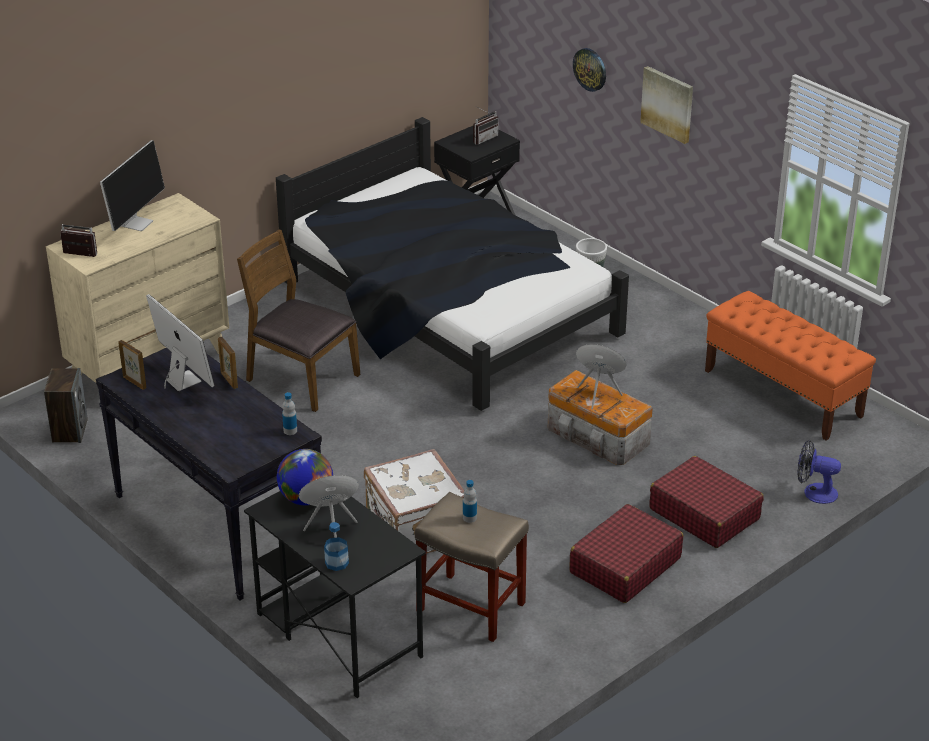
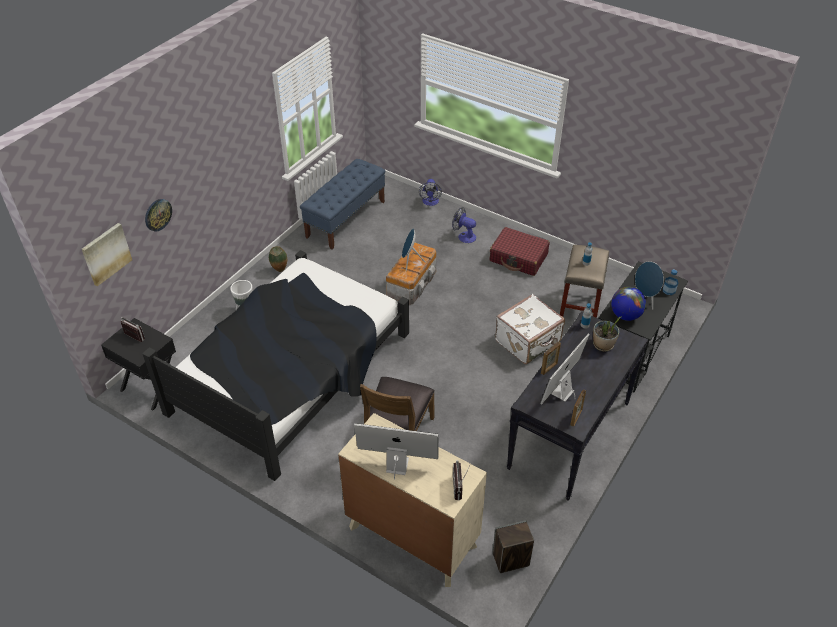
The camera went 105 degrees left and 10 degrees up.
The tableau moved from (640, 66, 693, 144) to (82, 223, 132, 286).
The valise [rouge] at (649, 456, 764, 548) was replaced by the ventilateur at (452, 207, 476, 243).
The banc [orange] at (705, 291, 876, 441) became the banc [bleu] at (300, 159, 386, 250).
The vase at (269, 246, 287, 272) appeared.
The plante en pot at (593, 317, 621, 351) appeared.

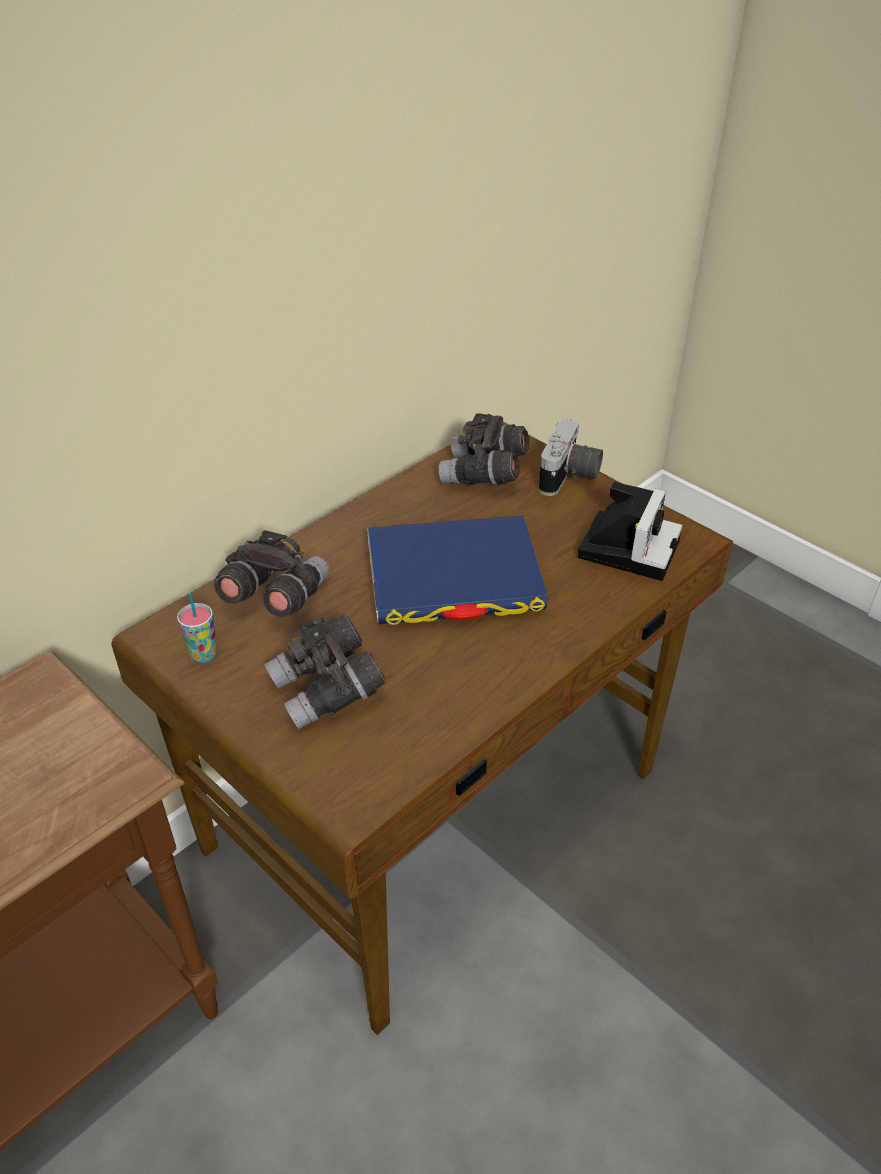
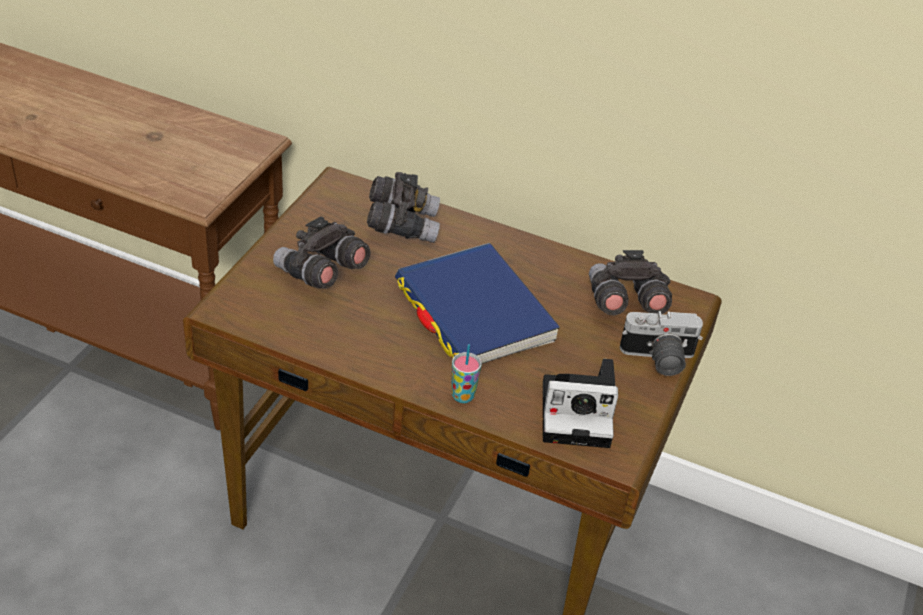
The camera went 65 degrees right and 0 degrees up.
The tasse moved from (177, 593, 217, 663) to (451, 344, 482, 403).

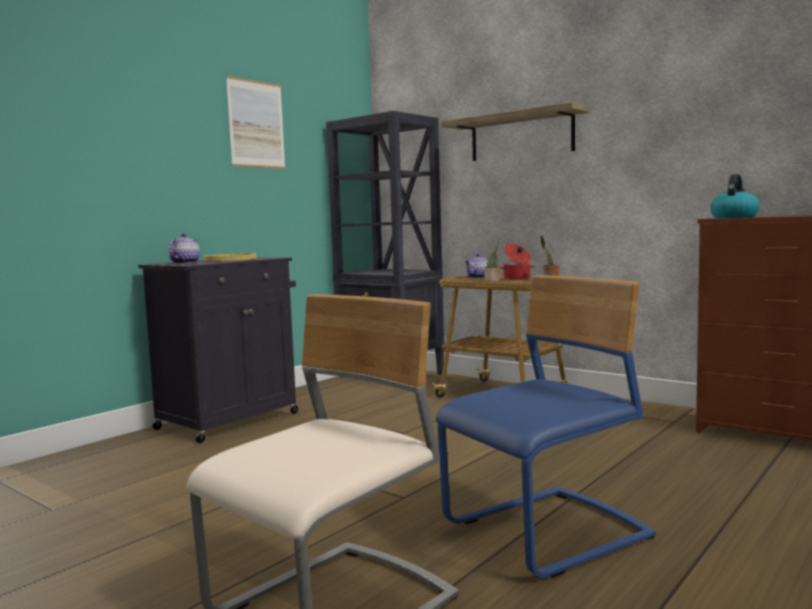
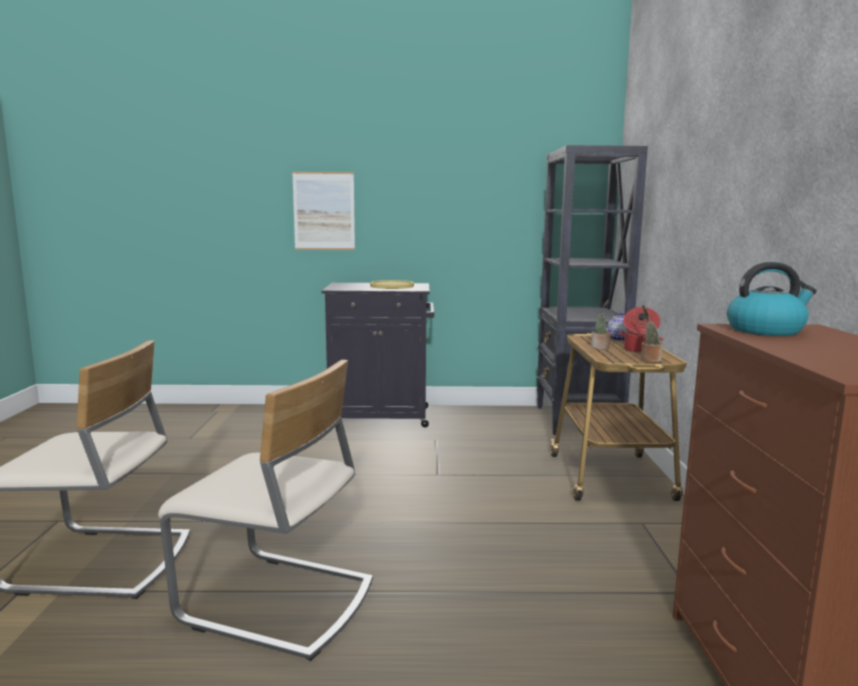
The camera went 50 degrees right and 5 degrees up.
The théière at (168, 234, 200, 264) disappeared.
The tableau moved from (226, 76, 285, 169) to (292, 172, 355, 250).
The chaise [bleu] at (436, 275, 656, 578) became the chaise [beige] at (158, 360, 373, 661).
The étagère at (441, 102, 590, 161) disappeared.

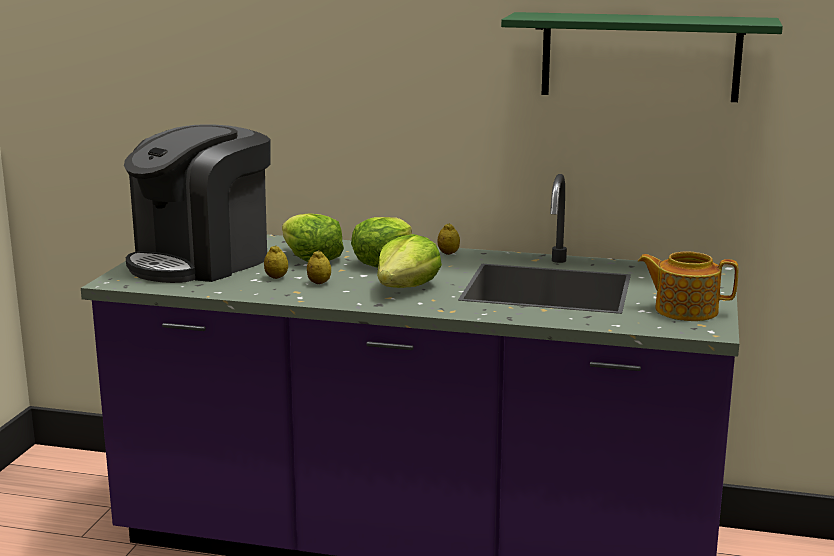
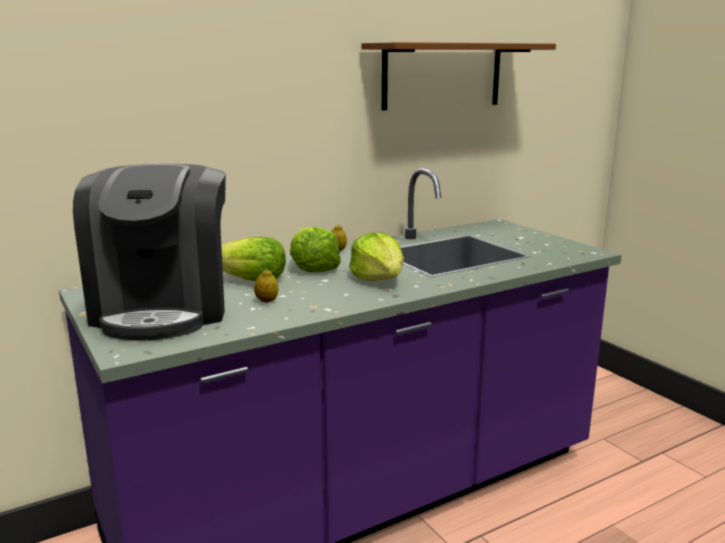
The camera went 45 degrees left and 0 degrees up.
The citron at (307, 251, 331, 284) disappeared.
The étagère [vert] at (501, 12, 783, 102) became the étagère [marron] at (361, 42, 556, 110).
The théière at (638, 251, 738, 321) disappeared.

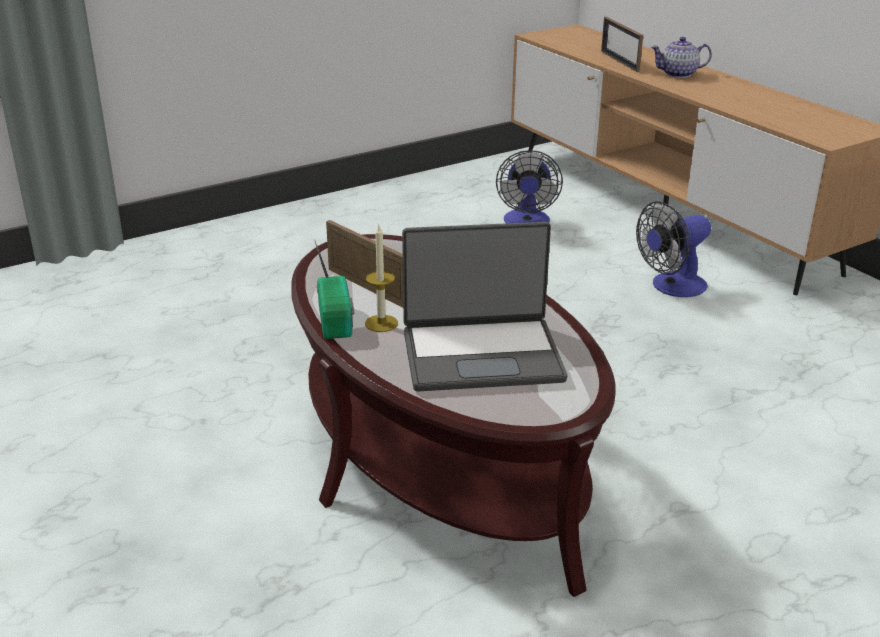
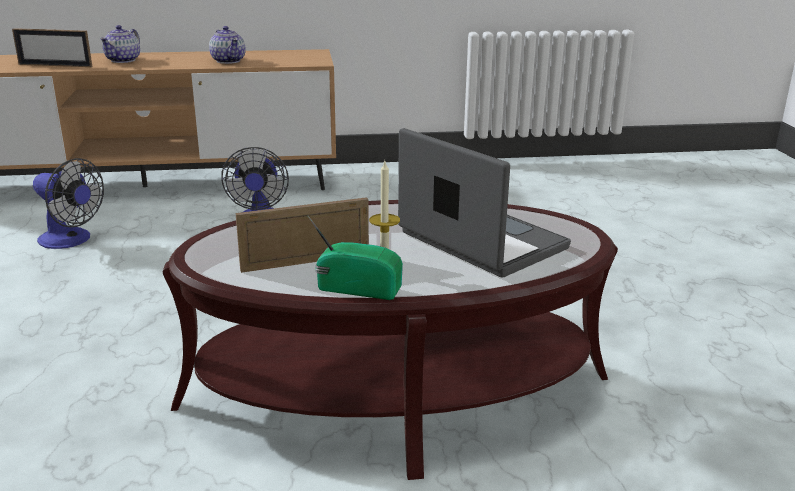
The camera went 65 degrees left and 5 degrees down.
The ordinateur portable at (402, 222, 567, 391) turned 60 degrees counterclockwise.
The théière at (209, 26, 246, 64) appeared.

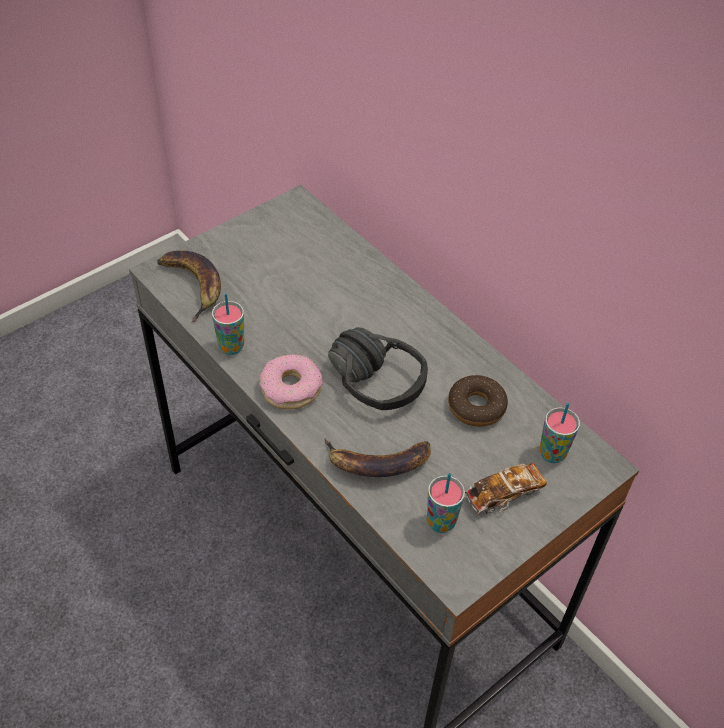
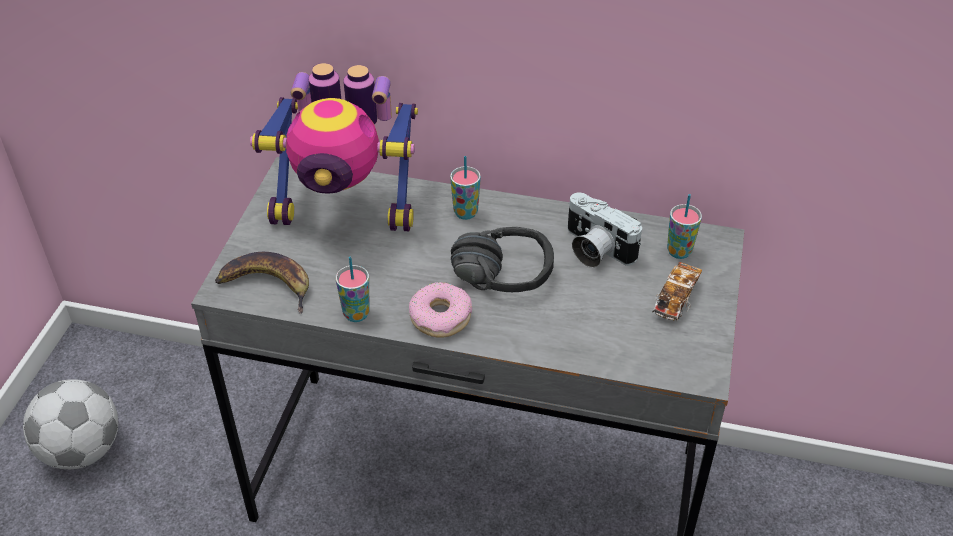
The camera went 35 degrees left and 5 degrees down.
The banane at (324, 438, 431, 477) disappeared.
The tasse moved from (427, 473, 465, 533) to (450, 156, 481, 220).
The beignet at (448, 375, 508, 427) was replaced by the appareil photo at (568, 192, 642, 268).
The ballon de foot at (23, 379, 118, 469) appeared.
The robot jouet at (250, 63, 418, 231) appeared.

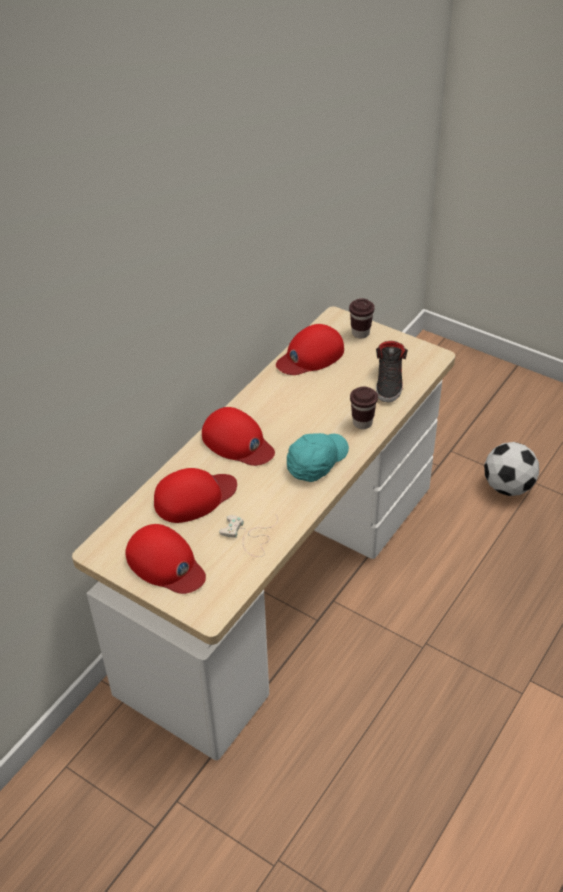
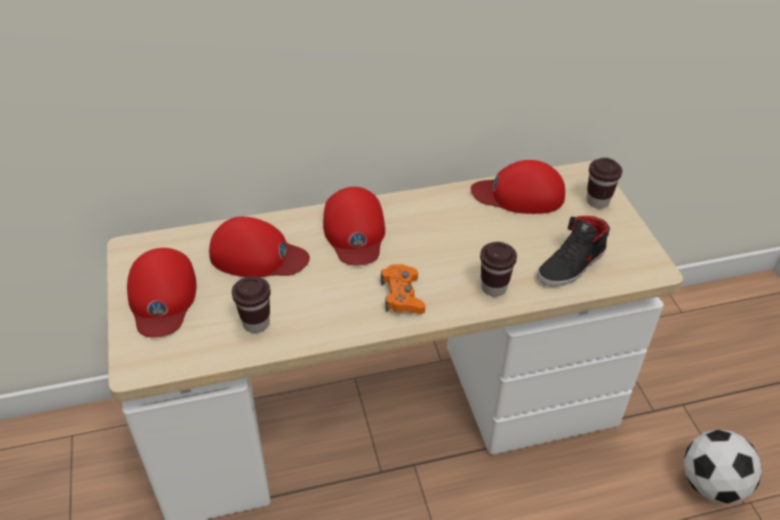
The camera went 40 degrees right and 0 degrees up.
The manette [blanc] at (219, 515, 278, 557) was replaced by the tasse [marron] at (232, 276, 271, 333).
The casquette [turquoise] at (287, 433, 349, 482) was replaced by the manette [orange] at (381, 264, 425, 314).

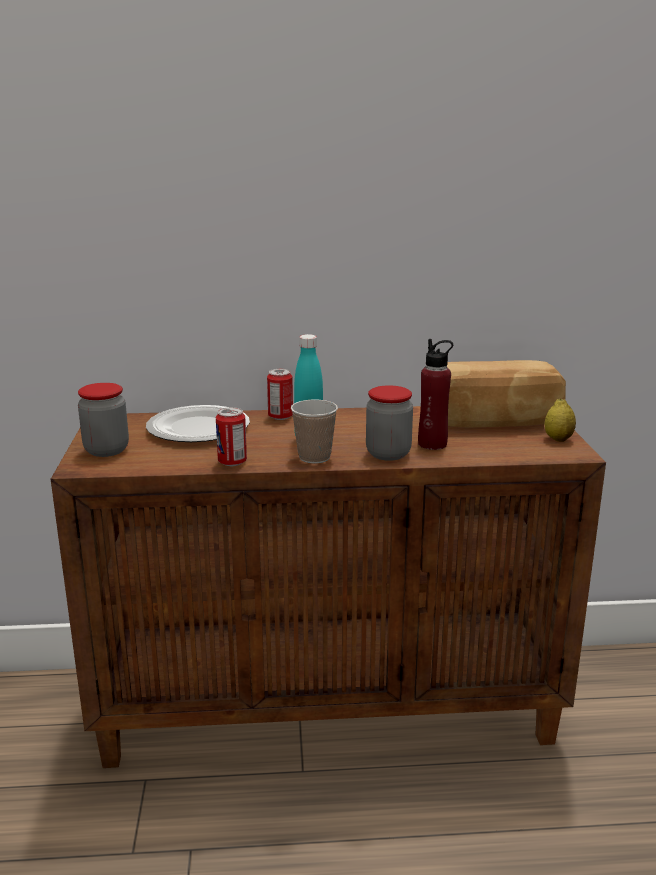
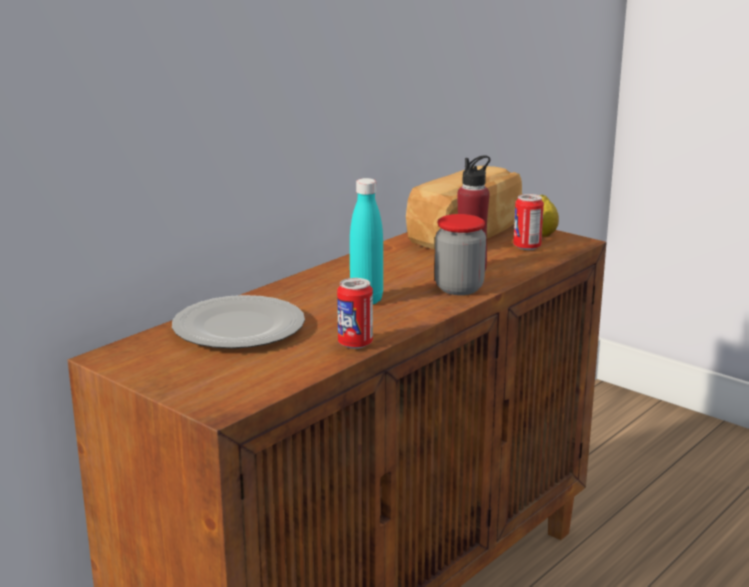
The camera went 45 degrees left and 0 degrees up.
The bocal at (78, 383, 129, 457) disappeared.
The boîte métallique moved from (267, 369, 293, 420) to (513, 194, 544, 250).
The tasse at (291, 400, 338, 463) disappeared.

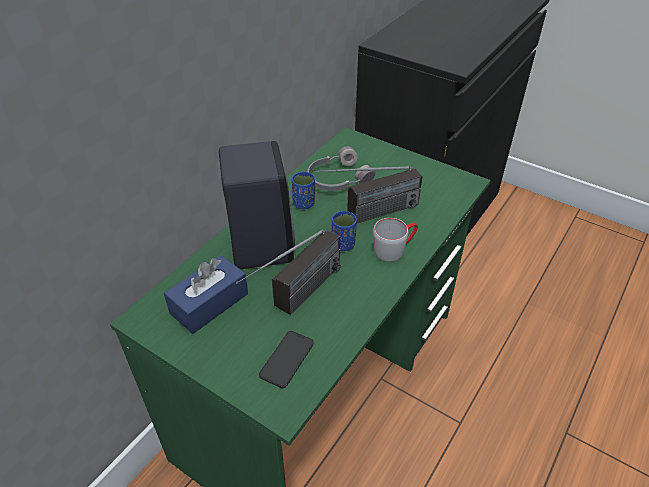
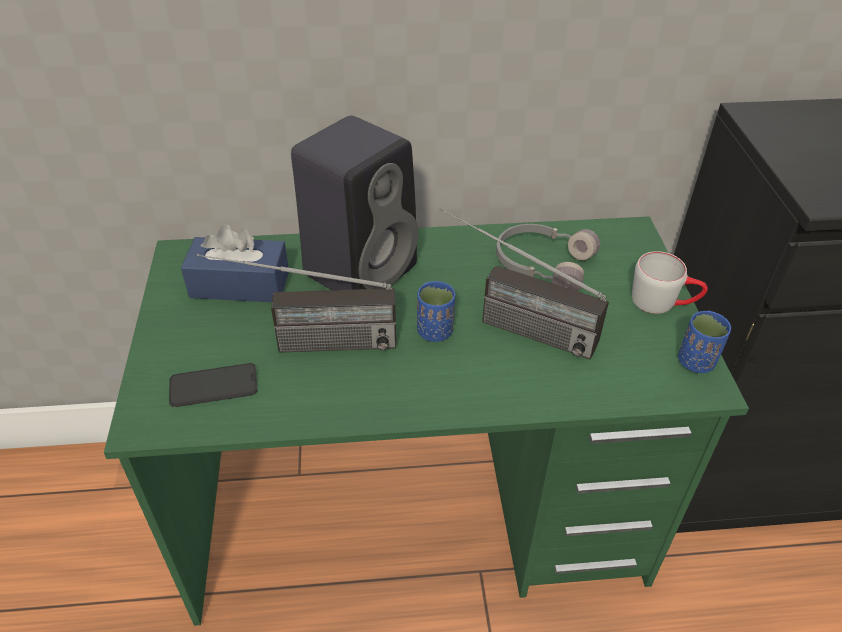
The camera went 50 degrees right and 0 degrees up.
The tasse [bleu] moved from (292, 172, 315, 209) to (678, 311, 731, 373).
The mug [gris] moved from (373, 218, 418, 262) to (632, 251, 708, 314).

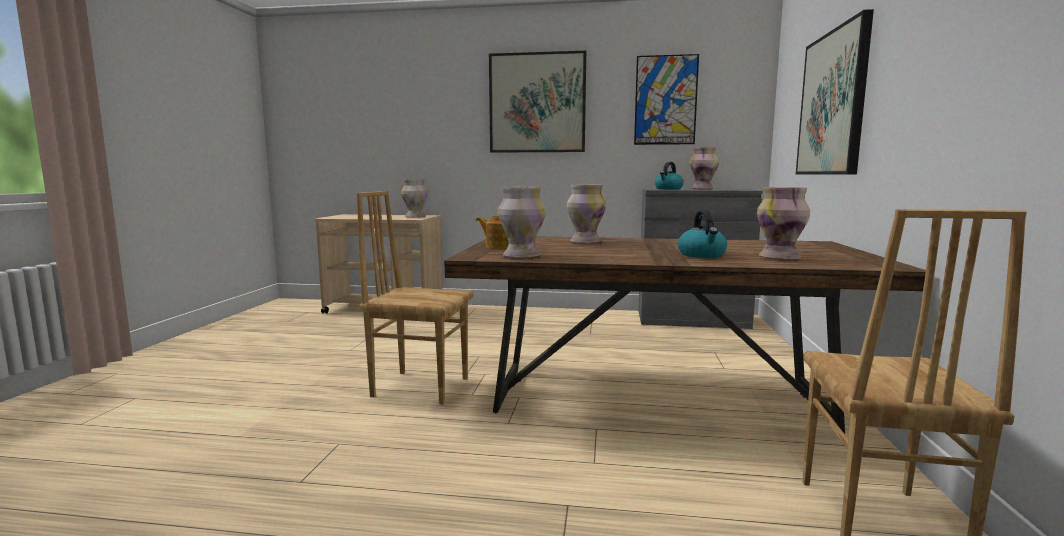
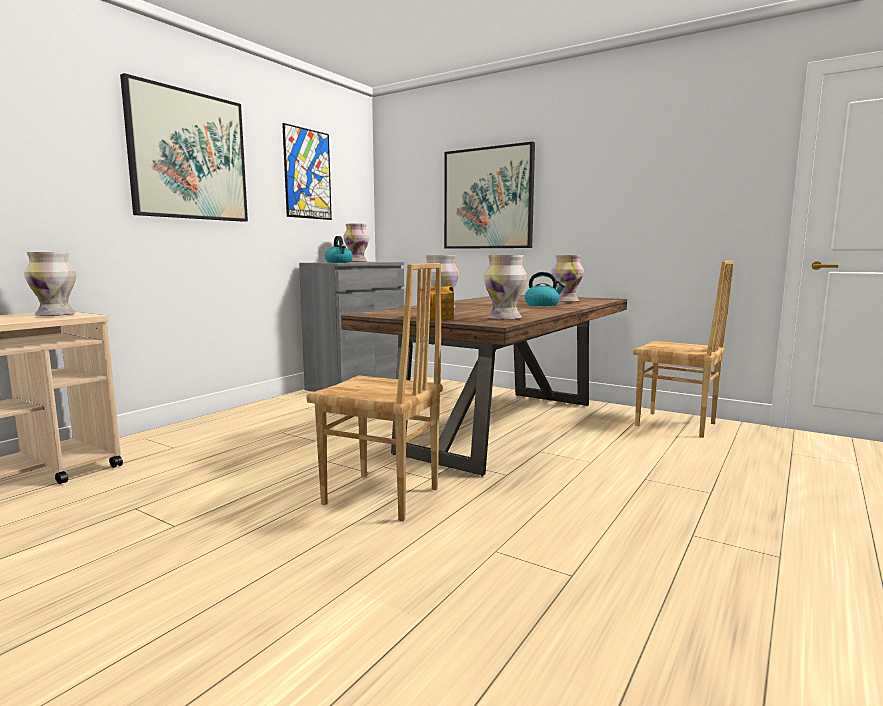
The camera went 65 degrees left and 0 degrees up.
The chaise [marron] at (357, 191, 473, 404) turned 105 degrees counterclockwise.

